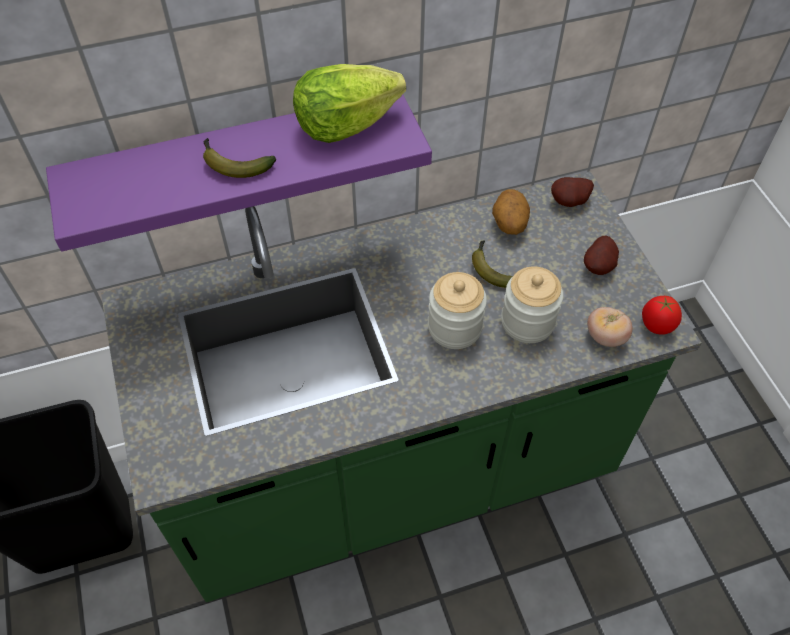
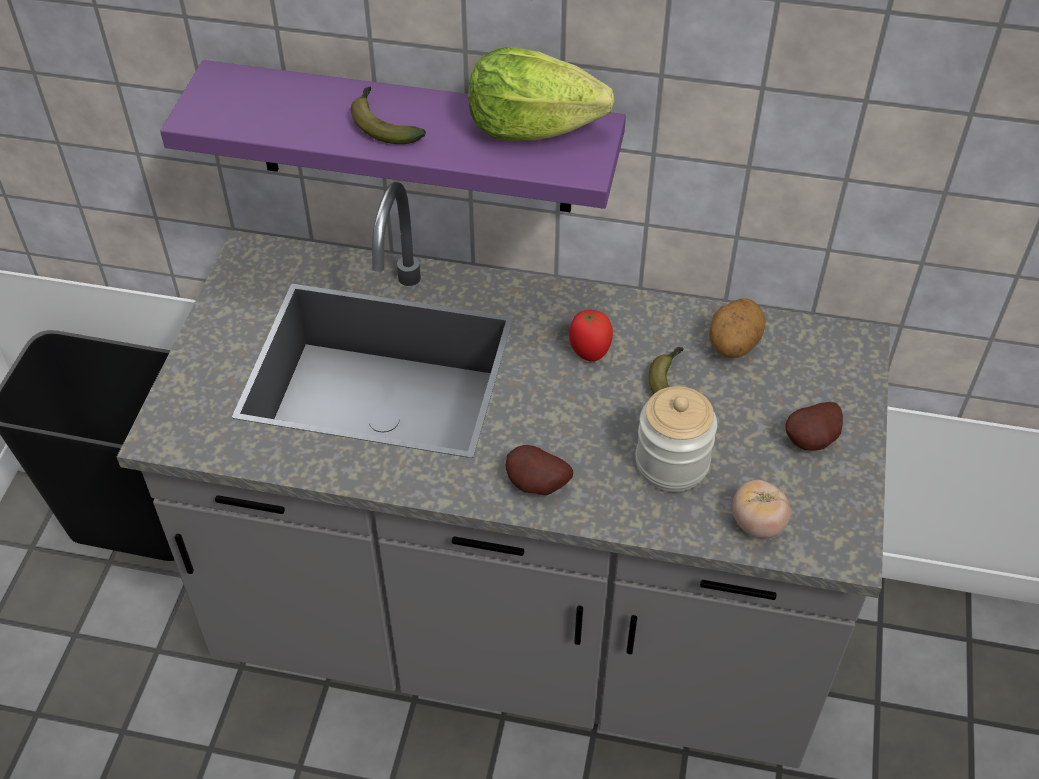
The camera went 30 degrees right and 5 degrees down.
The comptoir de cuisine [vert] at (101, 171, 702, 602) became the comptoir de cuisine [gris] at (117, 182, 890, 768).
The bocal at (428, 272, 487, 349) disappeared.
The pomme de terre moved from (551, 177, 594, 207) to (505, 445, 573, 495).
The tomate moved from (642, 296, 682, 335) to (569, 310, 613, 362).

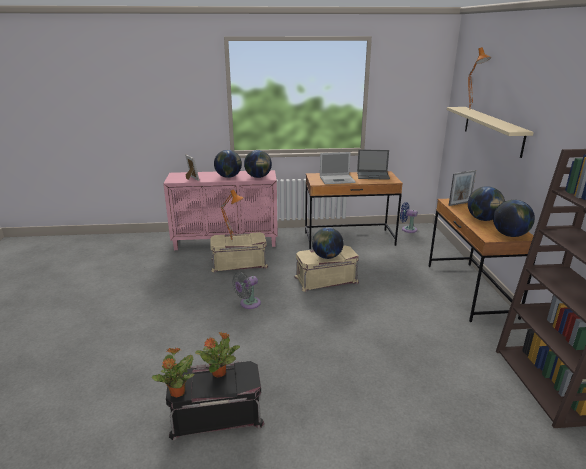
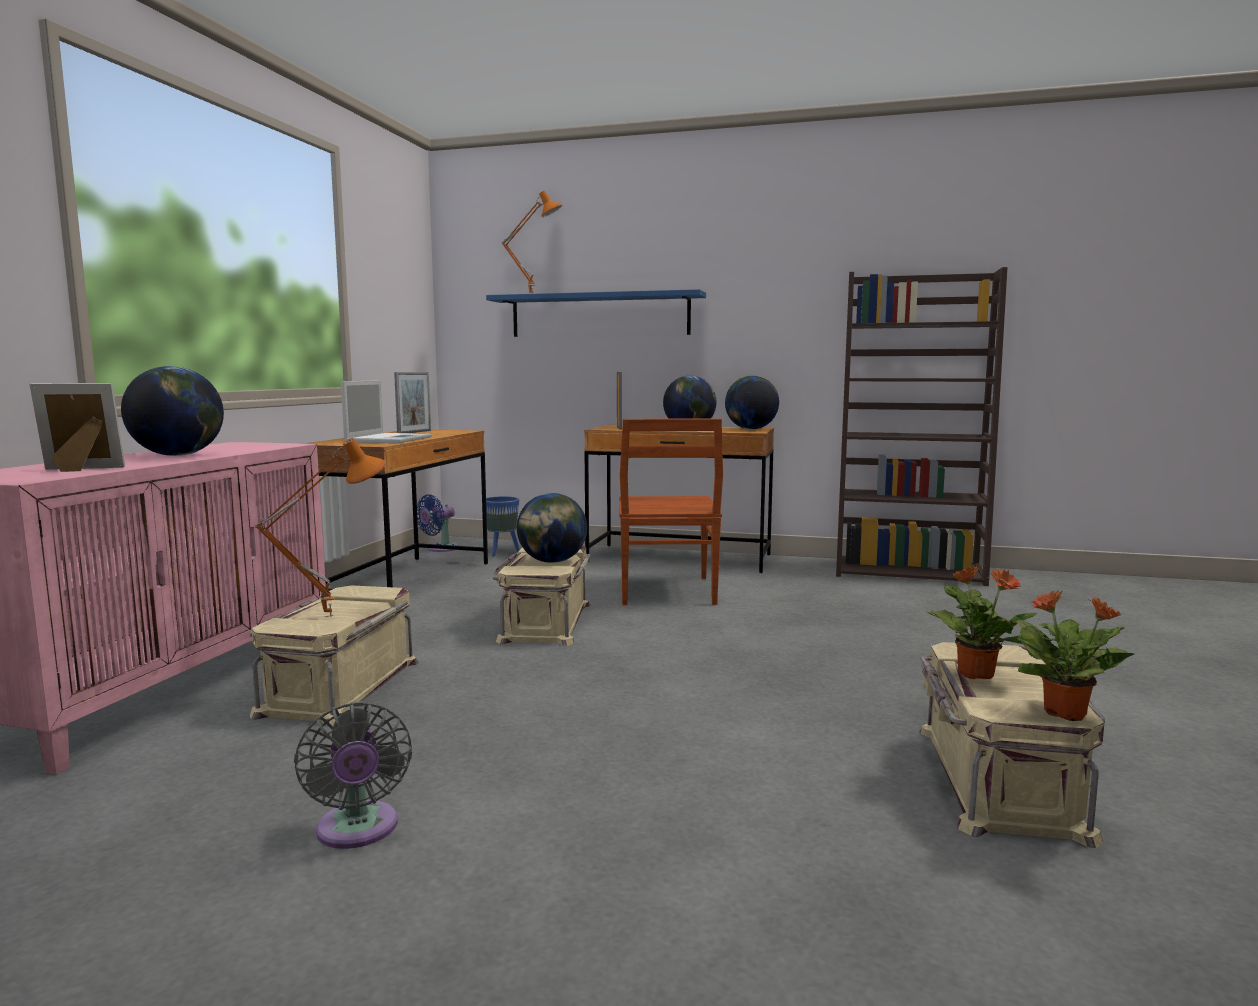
The camera went 70 degrees left and 15 degrees down.
The boîte de rangement [noir] at (166, 361, 265, 440) became the boîte de rangement [beige] at (919, 642, 1105, 848).
The ventilateur [gris] moved from (232, 272, 261, 309) to (294, 701, 412, 849).
The globe at (244, 150, 272, 178) disappeared.
The ordinateur portable at (357, 150, 390, 180) was replaced by the cadre photo at (394, 372, 431, 433).
The étagère [beige] at (447, 107, 534, 158) became the étagère [bleu] at (486, 289, 706, 337).
The cache-pot [bleu] at (486, 496, 520, 556) appeared.
The chaise [marron] at (619, 419, 723, 605) appeared.

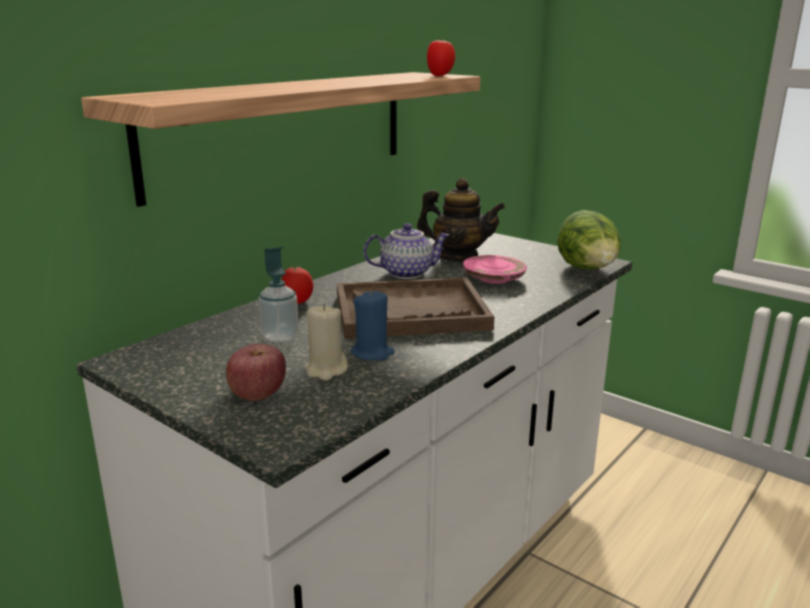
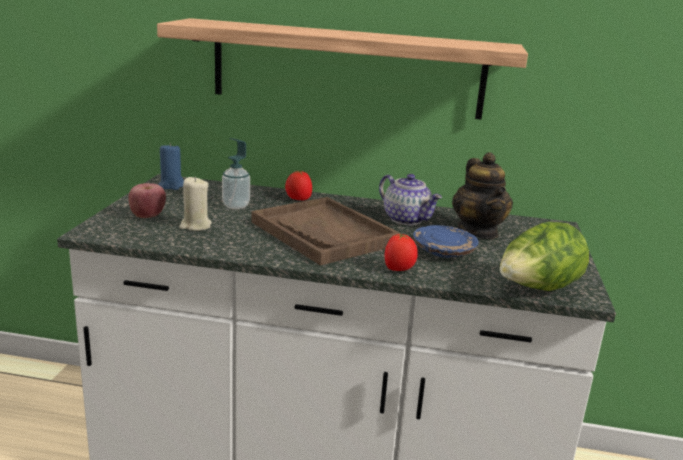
The camera went 60 degrees right and 0 degrees up.
The bougie [bleu] moved from (351, 290, 395, 360) to (158, 143, 184, 190).
The tomate moved from (427, 39, 456, 76) to (385, 233, 418, 271).
The assiette [rose] at (463, 255, 527, 284) became the assiette [bleu] at (413, 225, 479, 258).

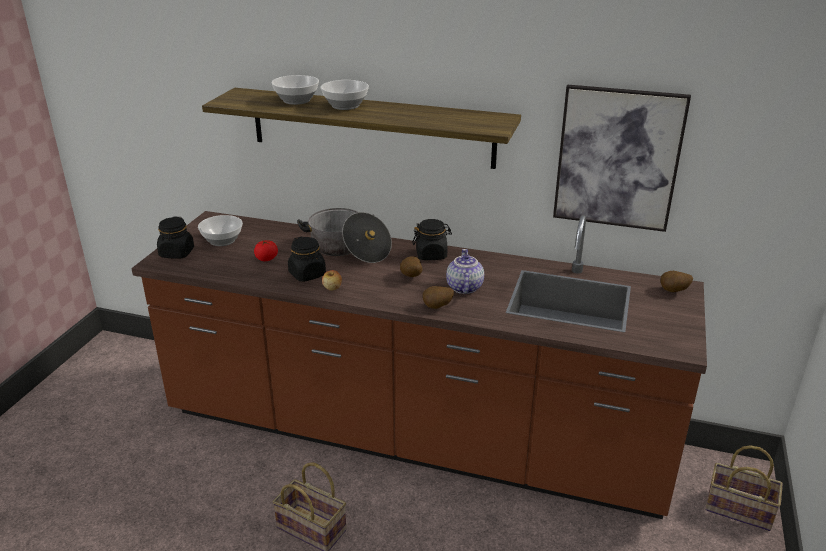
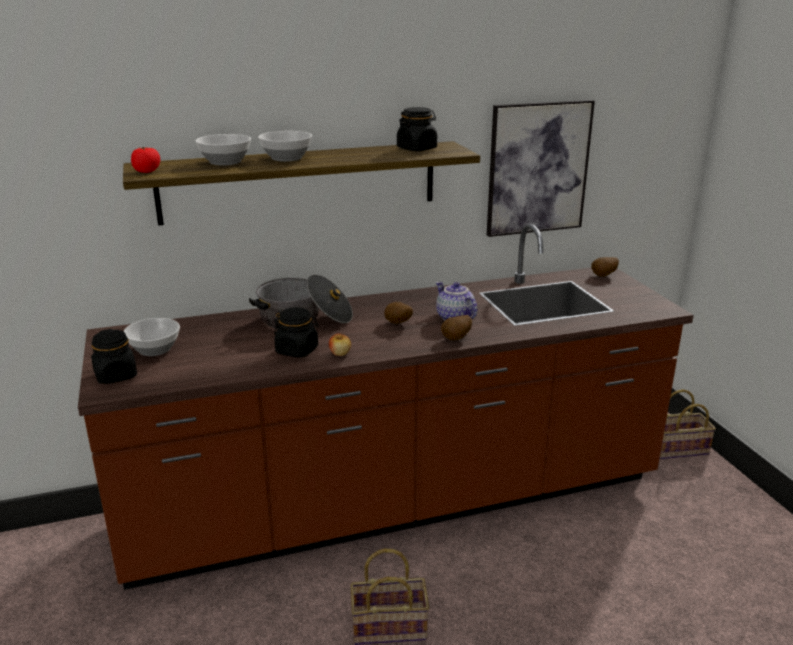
The camera went 35 degrees left and 5 degrees down.
The tomate moved from (254, 240, 278, 261) to (131, 147, 160, 173).
The bocal [noir] moved from (413, 219, 452, 260) to (397, 107, 437, 151).

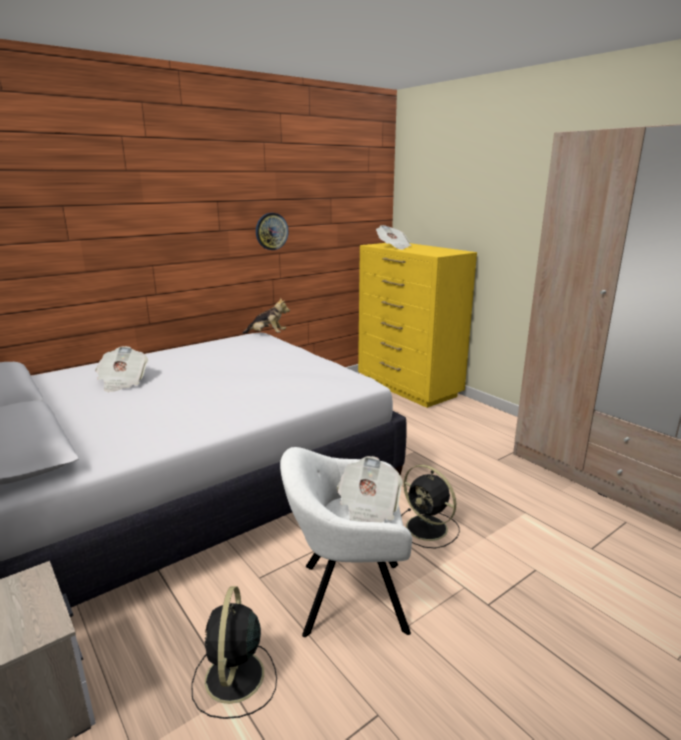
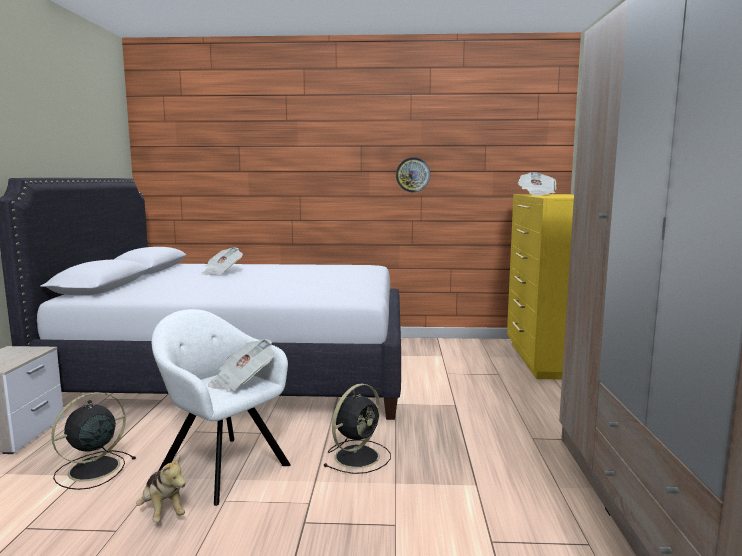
The camera went 40 degrees right and 10 degrees down.
The peluche moved from (242, 298, 290, 334) to (136, 455, 186, 522).
The ventilateur [noir] at (401, 465, 460, 548) turned 135 degrees counterclockwise.

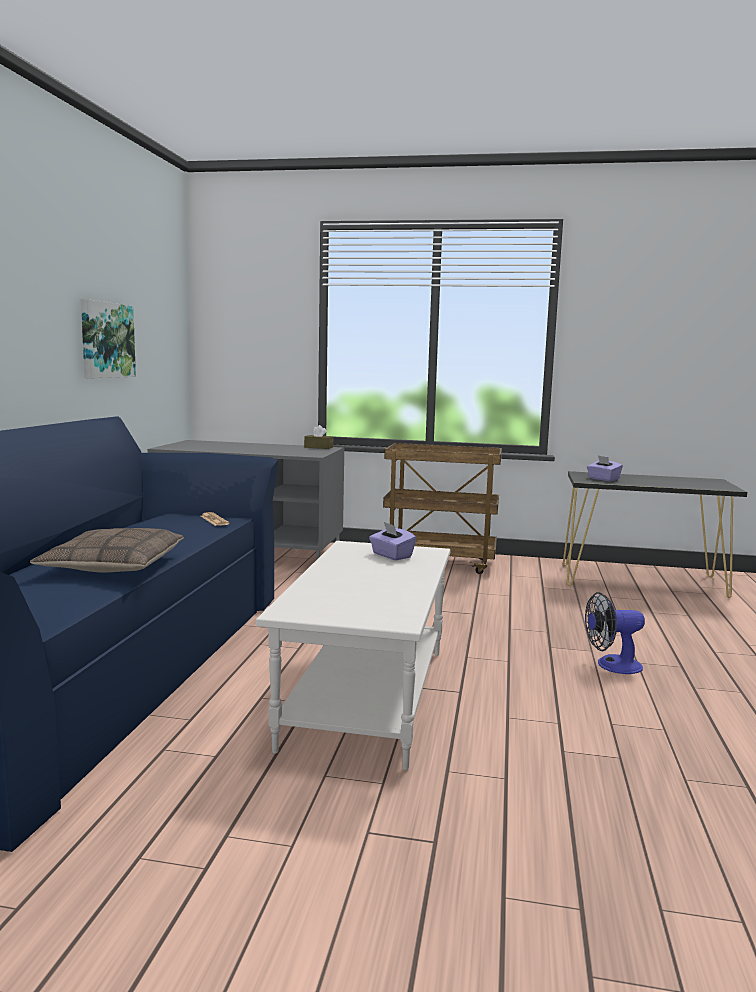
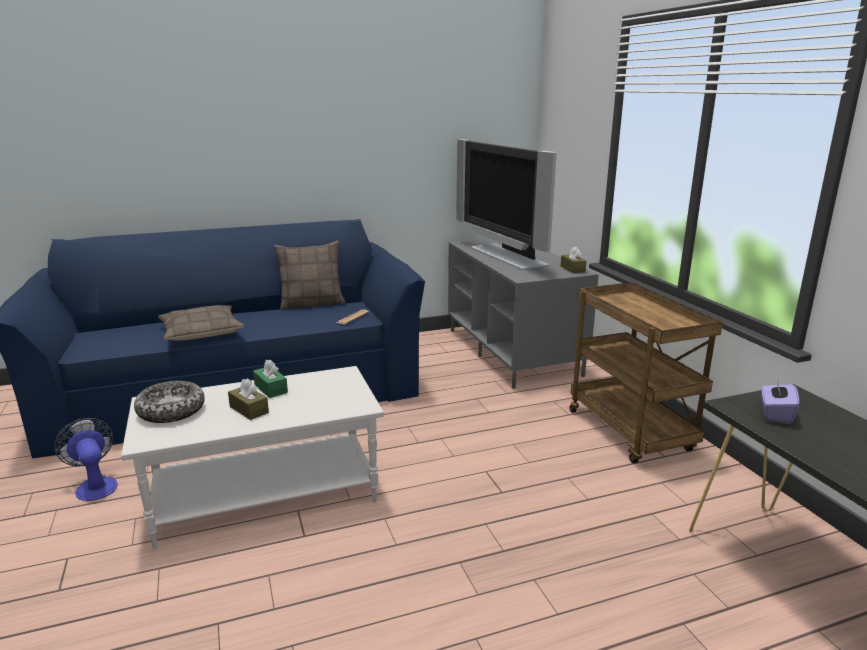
The camera went 60 degrees right and 10 degrees up.
The tableau at (81, 299, 136, 378) disappeared.
The boîte à mouchoirs [violet] at (369, 522, 416, 560) disappeared.
The ventilateur moved from (585, 592, 645, 674) to (54, 418, 118, 501).
The bol at (134, 381, 205, 423) appeared.
The boîte à mouchoirs [marron] at (228, 379, 269, 420) appeared.
The boîte à mouchoirs [vert] at (253, 359, 288, 398) appeared.
The coussin at (274, 241, 345, 310) appeared.
The téléviseur at (456, 139, 557, 270) appeared.

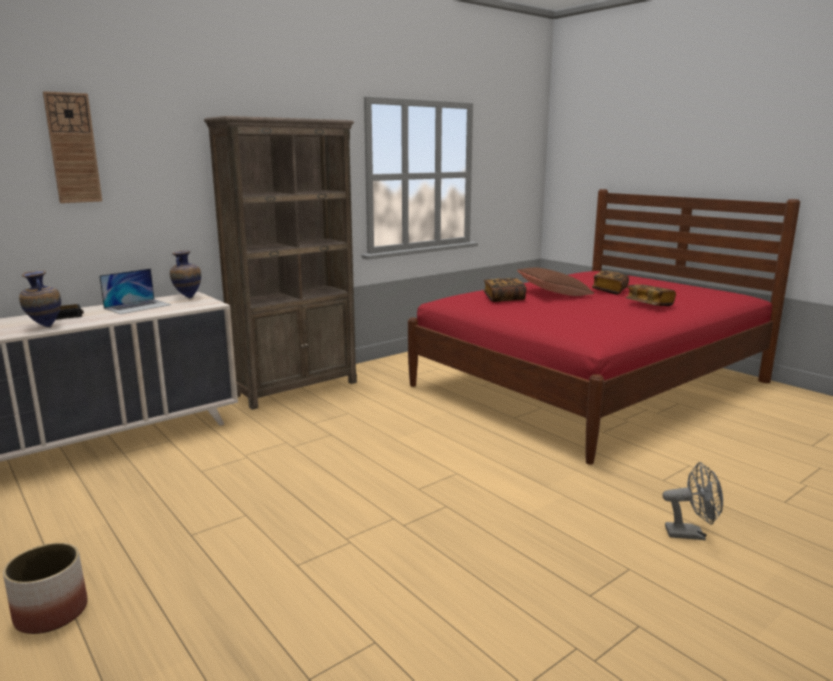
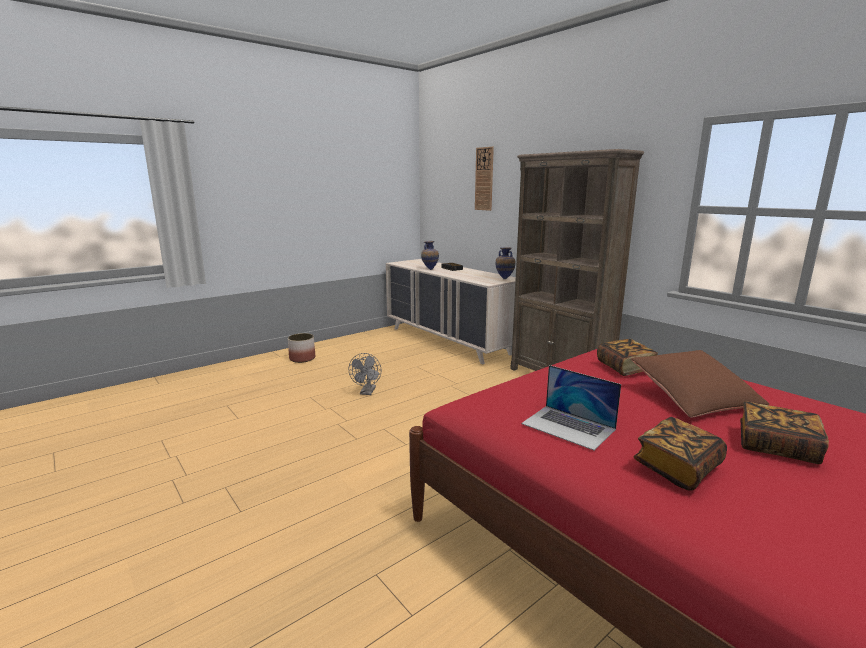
The camera went 90 degrees right and 0 degrees up.
The ordinateur portable moved from (99, 268, 171, 314) to (521, 365, 621, 450).
The ventilateur [gris] moved from (662, 462, 723, 540) to (348, 353, 382, 395).

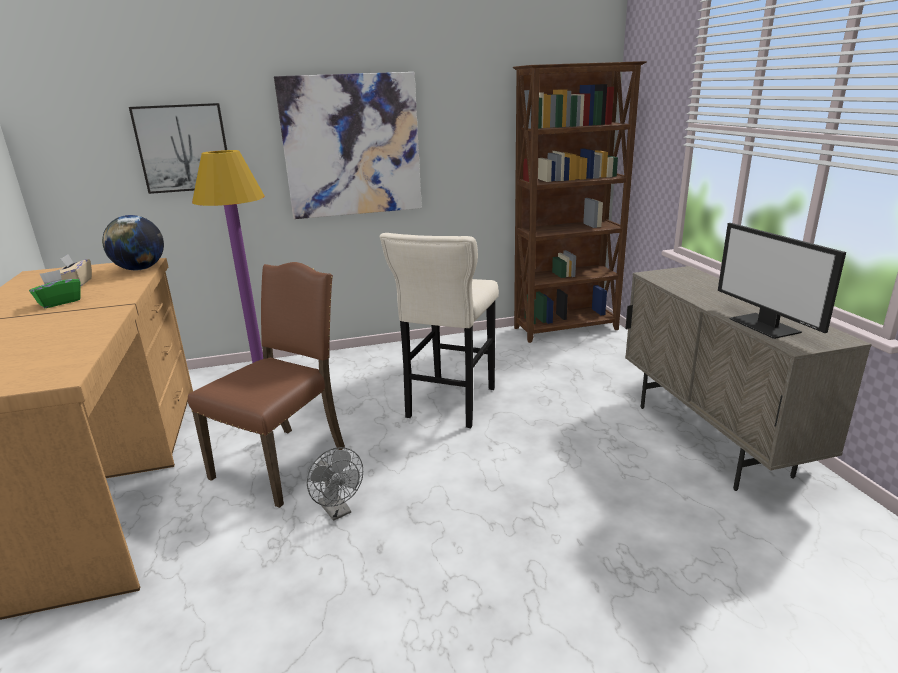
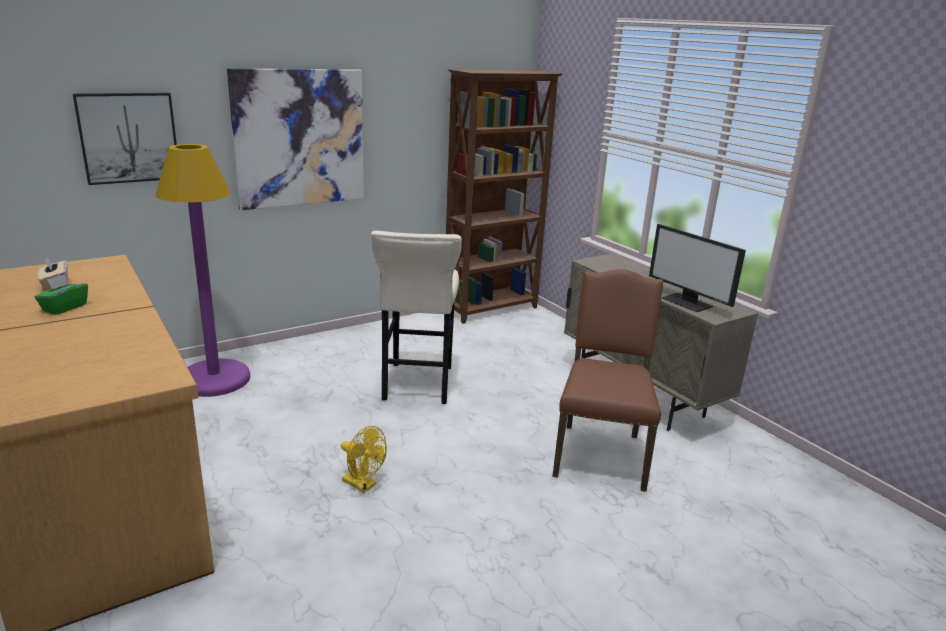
The camera went 20 degrees left and 0 degrees up.
The globe at (102, 215, 164, 270) disappeared.
The chaise [marron] moved from (188, 262, 345, 508) to (552, 269, 663, 492).
The ventilateur [gris] at (307, 447, 363, 521) became the ventilateur [jaune] at (341, 426, 387, 493).

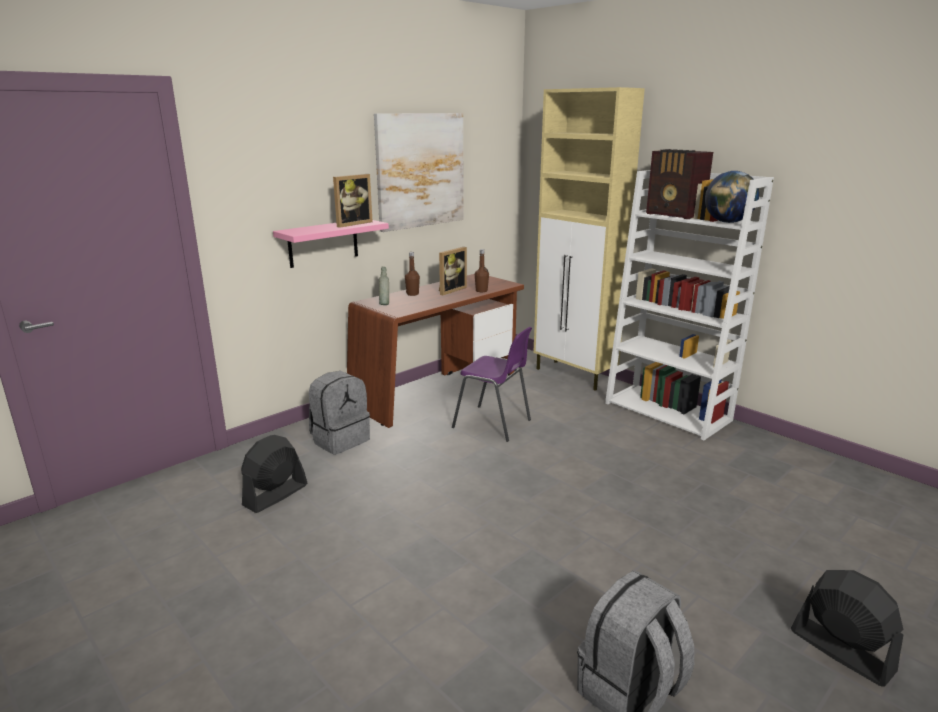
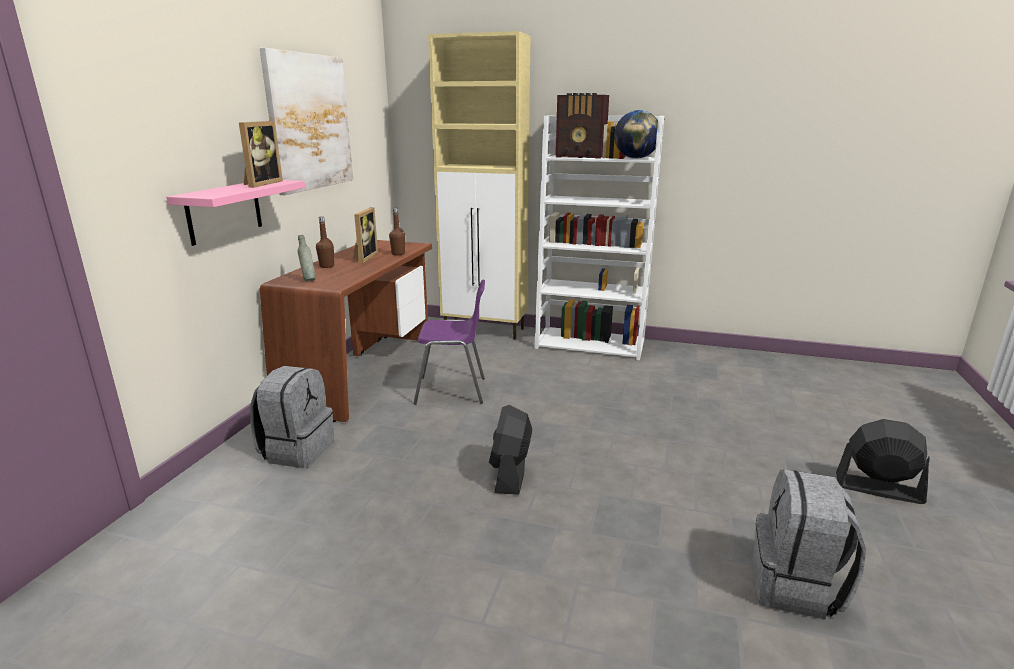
The camera went 30 degrees left and 0 degrees up.
The ventilateur [noir] moved from (241, 435, 307, 513) to (489, 405, 532, 495).

